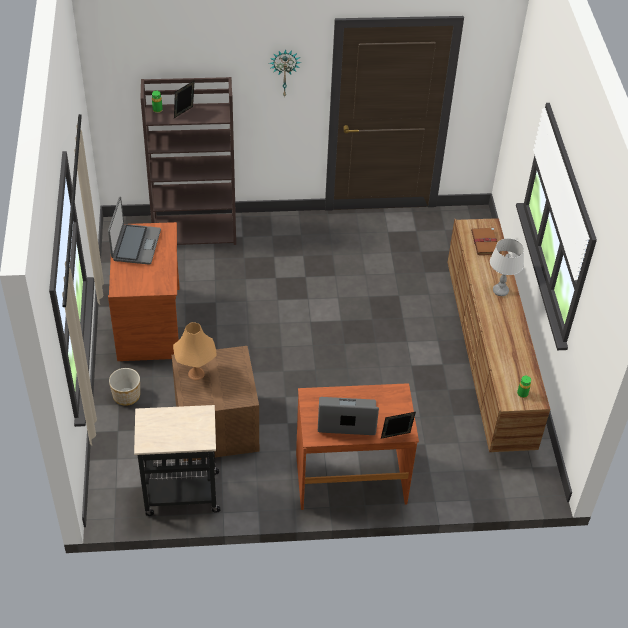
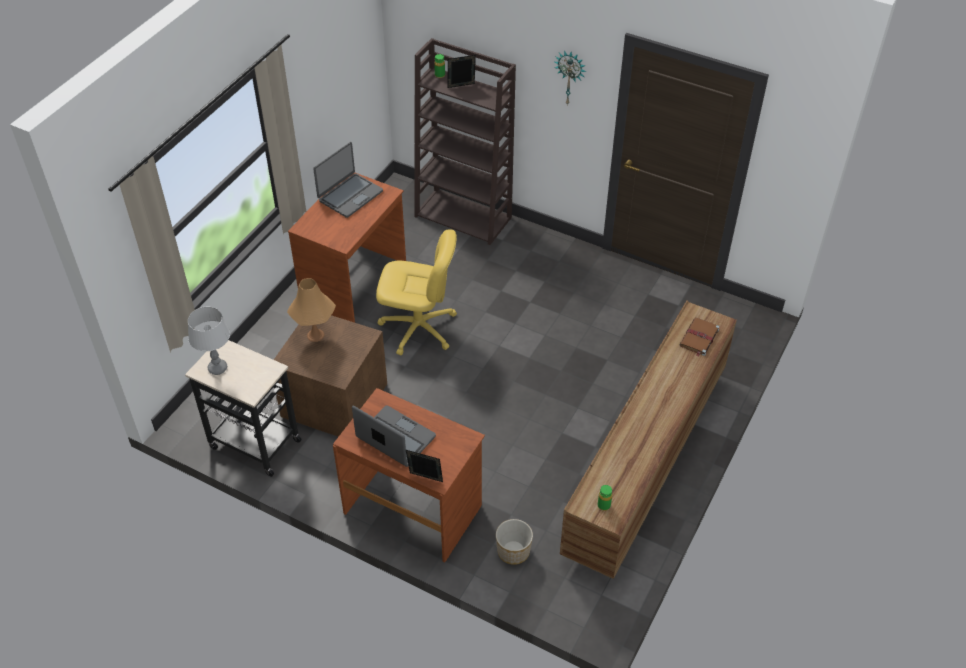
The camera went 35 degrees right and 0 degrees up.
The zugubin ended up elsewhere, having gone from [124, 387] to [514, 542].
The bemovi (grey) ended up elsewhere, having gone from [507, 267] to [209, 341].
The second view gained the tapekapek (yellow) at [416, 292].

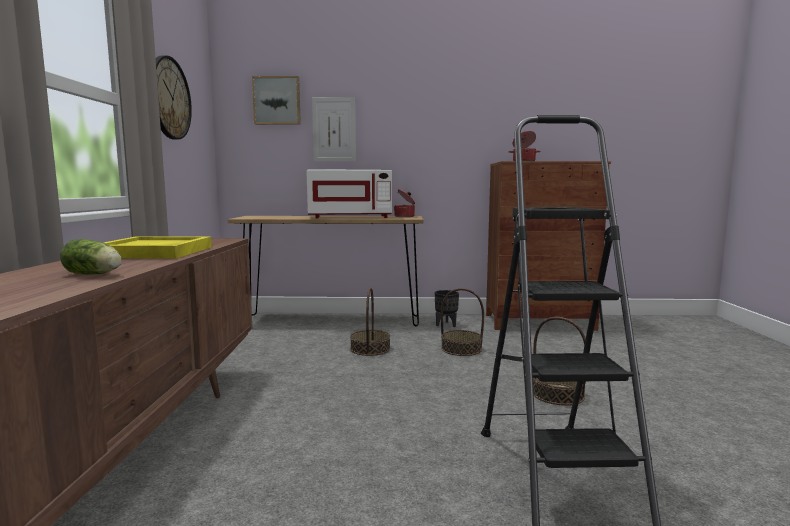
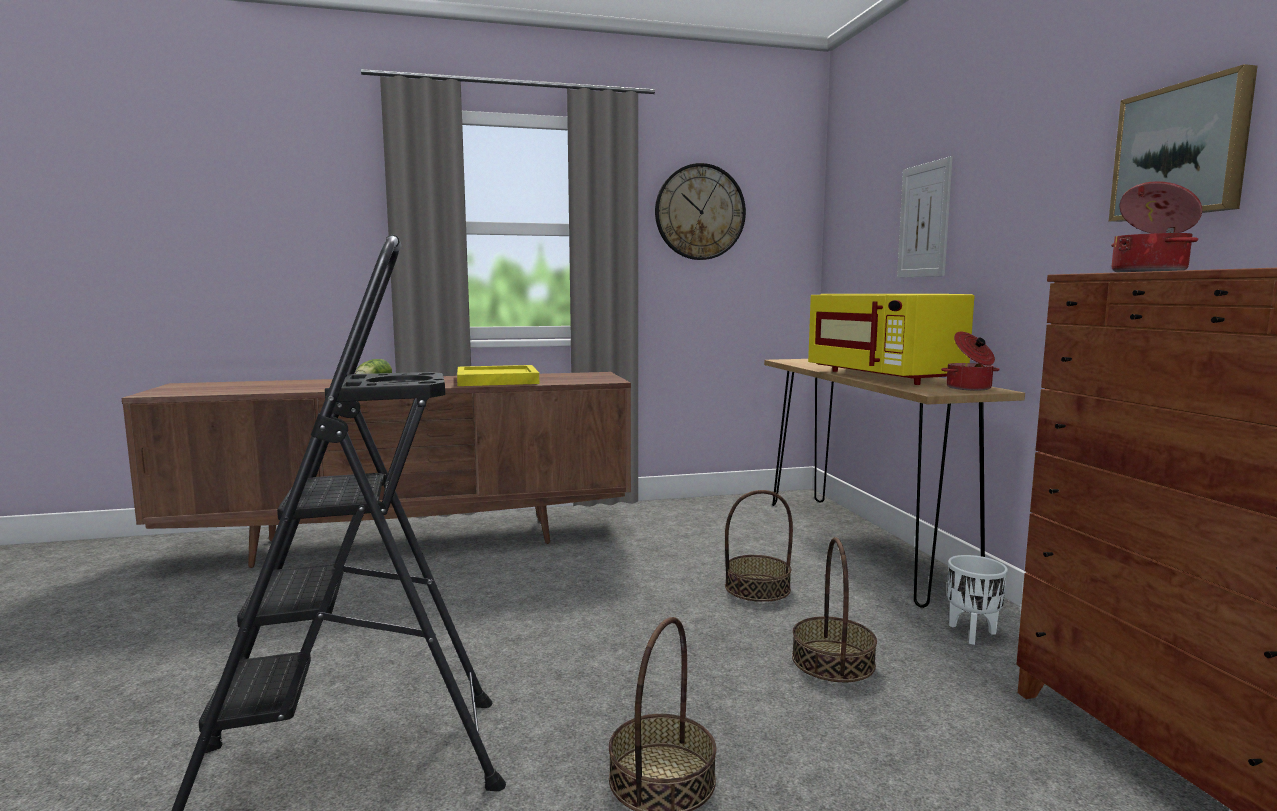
The camera went 75 degrees right and 0 degrees up.
The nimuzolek ended up elsewhere, having gone from [276, 100] to [1183, 143].
What was the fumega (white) at [349, 194] turned into the fumega (yellow) at [891, 339].
What was the zugubin (black) at [447, 308] turned into the zugubin (white) at [977, 600].

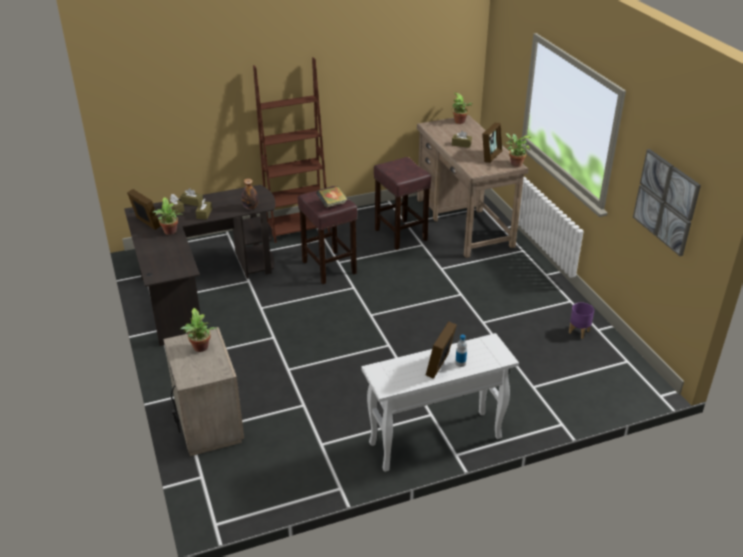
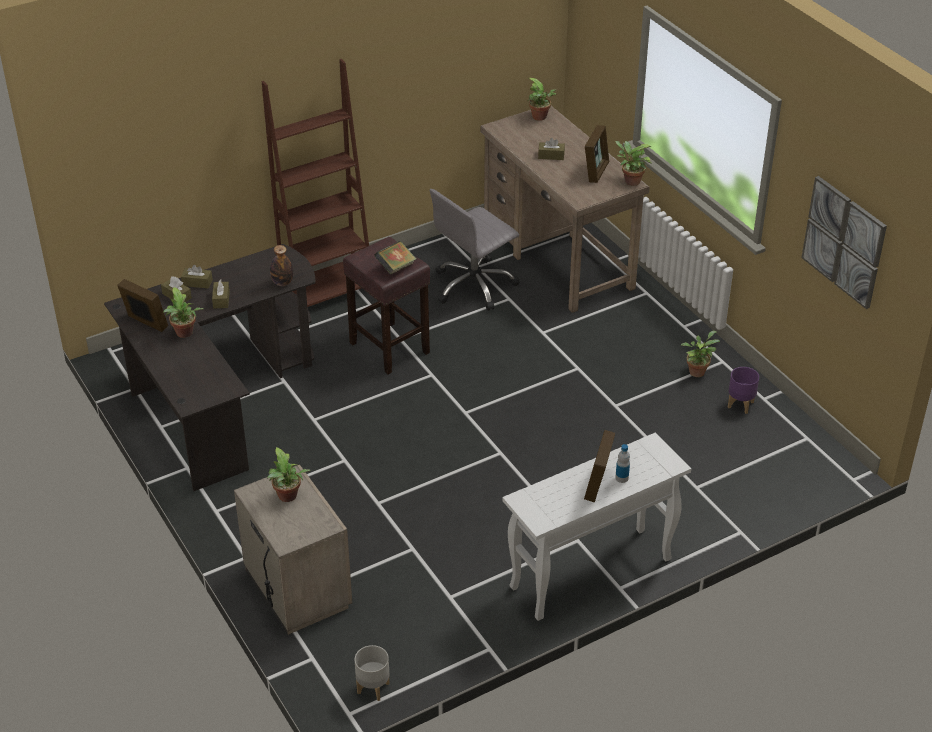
The camera went 10 degrees left and 5 degrees up.
Where the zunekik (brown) stood at [402, 203], the tapekapek (grey) came to stand at [475, 250].
The second view gained the zugubin (grey) at [372, 673].
The second view gained the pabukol at [700, 354].

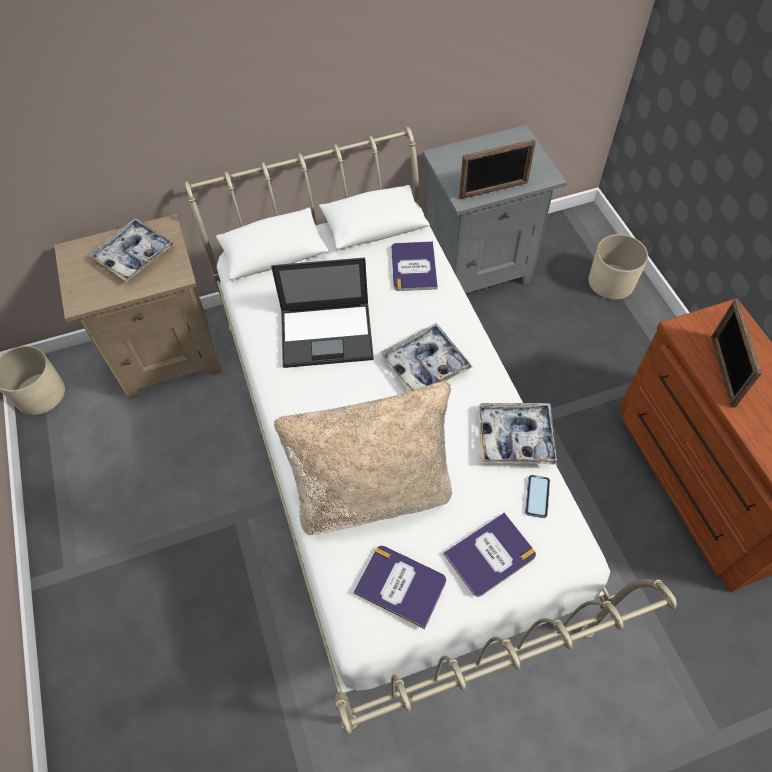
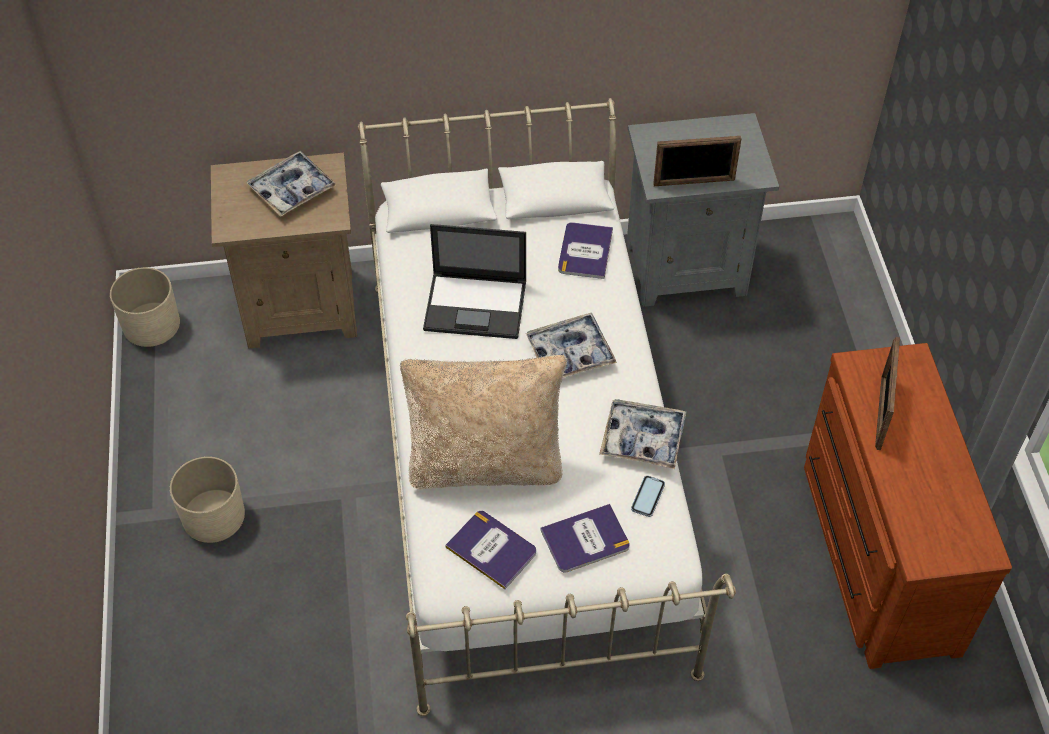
The camera went 10 degrees right and 5 degrees down.
The zugubin (beige) ended up elsewhere, having gone from [618, 267] to [207, 499].

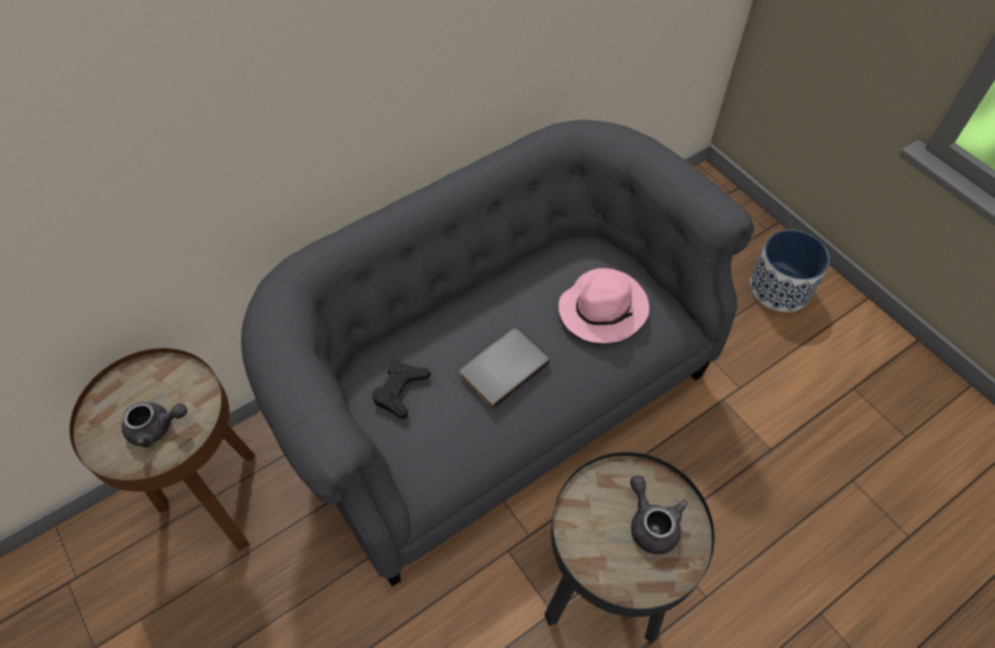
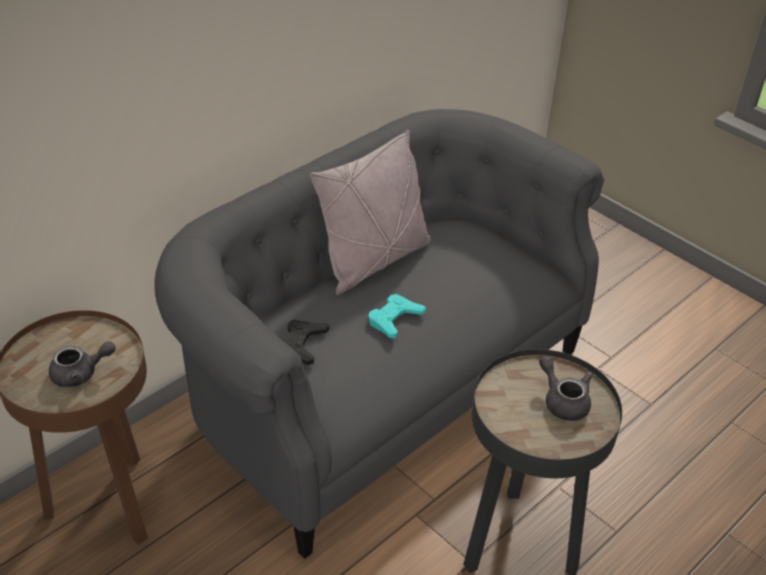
The camera went 10 degrees left and 15 degrees down.
Where the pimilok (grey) stood at [504, 368], the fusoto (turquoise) came to stand at [397, 316].
The second view lost the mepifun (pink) at [604, 305].
The second view lost the zugubin at [790, 271].
The second view gained the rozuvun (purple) at [370, 212].

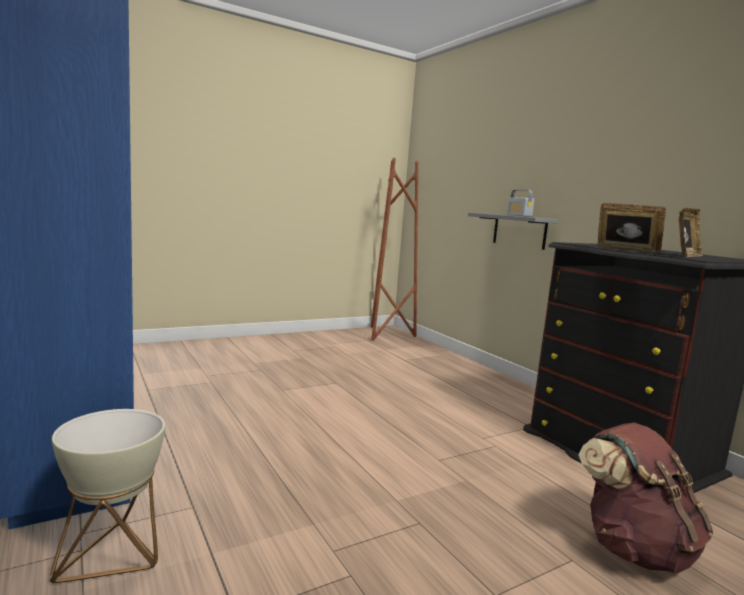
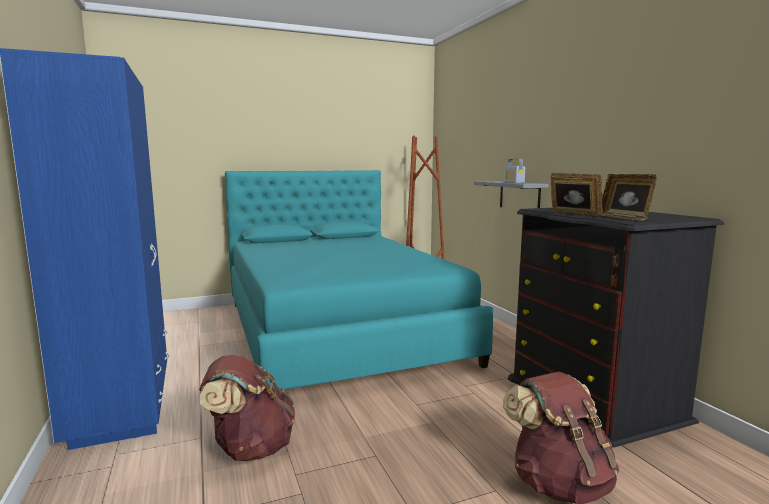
The camera went 10 degrees right and 0 degrees up.
The second view lost the zugubin at [107, 496].
The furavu at [690, 232] ended up facing another way, 105 degrees clockwise from before.
The second view gained the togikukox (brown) at [247, 408].
The second view gained the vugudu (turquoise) at [359, 280].

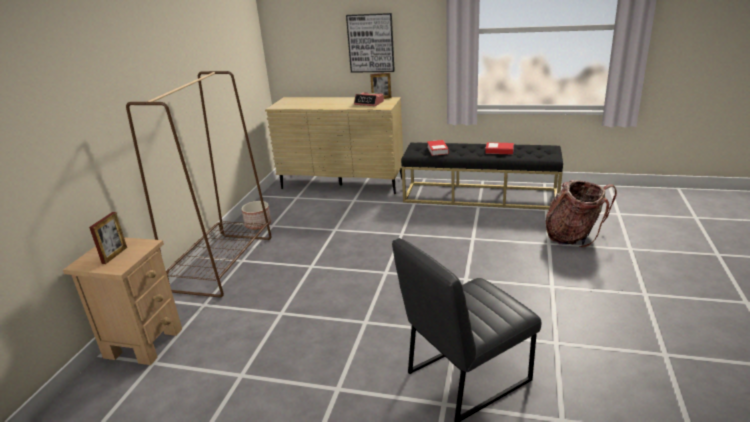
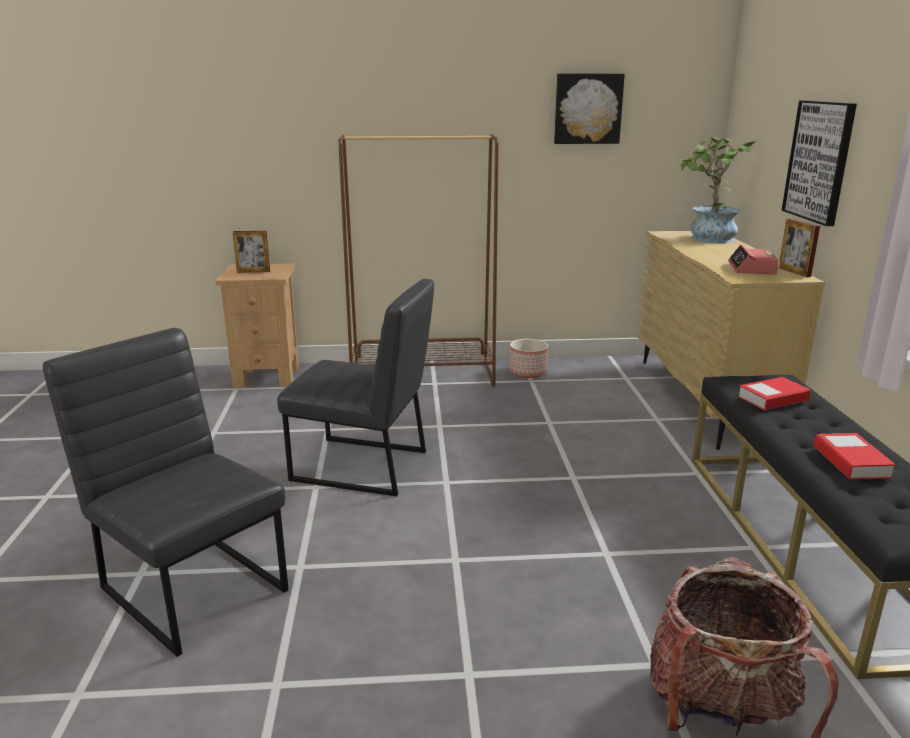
The camera went 70 degrees right and 5 degrees down.
The second view gained the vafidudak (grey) at [355, 387].
The second view gained the nimuzolek at [589, 109].
The second view gained the pabukol at [719, 190].

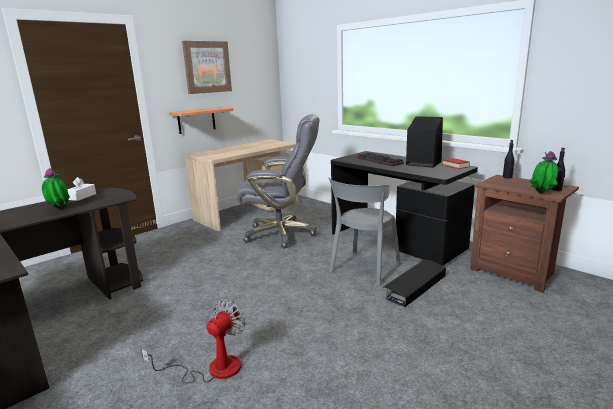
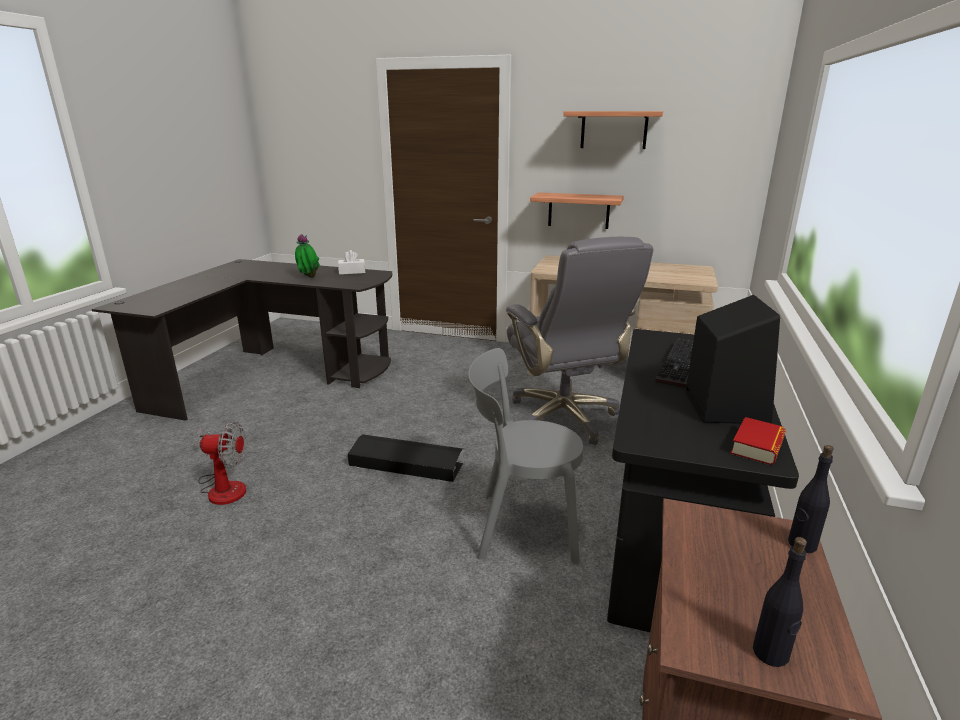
The camera went 60 degrees right and 5 degrees up.
Where the nimuzolek hung at [207, 67], the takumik came to hang at [613, 130].
The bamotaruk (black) ended up elsewhere, having gone from [414, 283] to [406, 458].
The second view lost the pabukol at [544, 172].

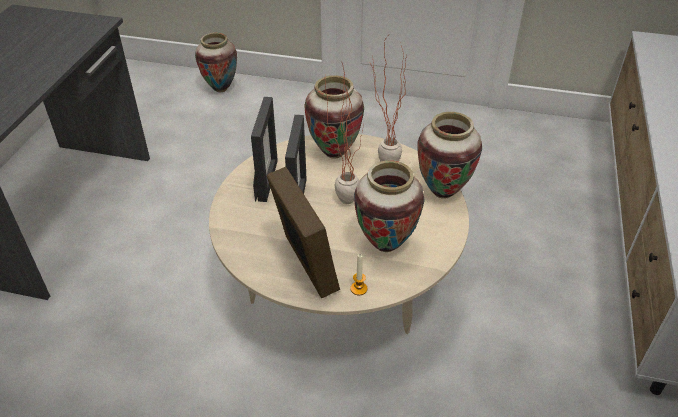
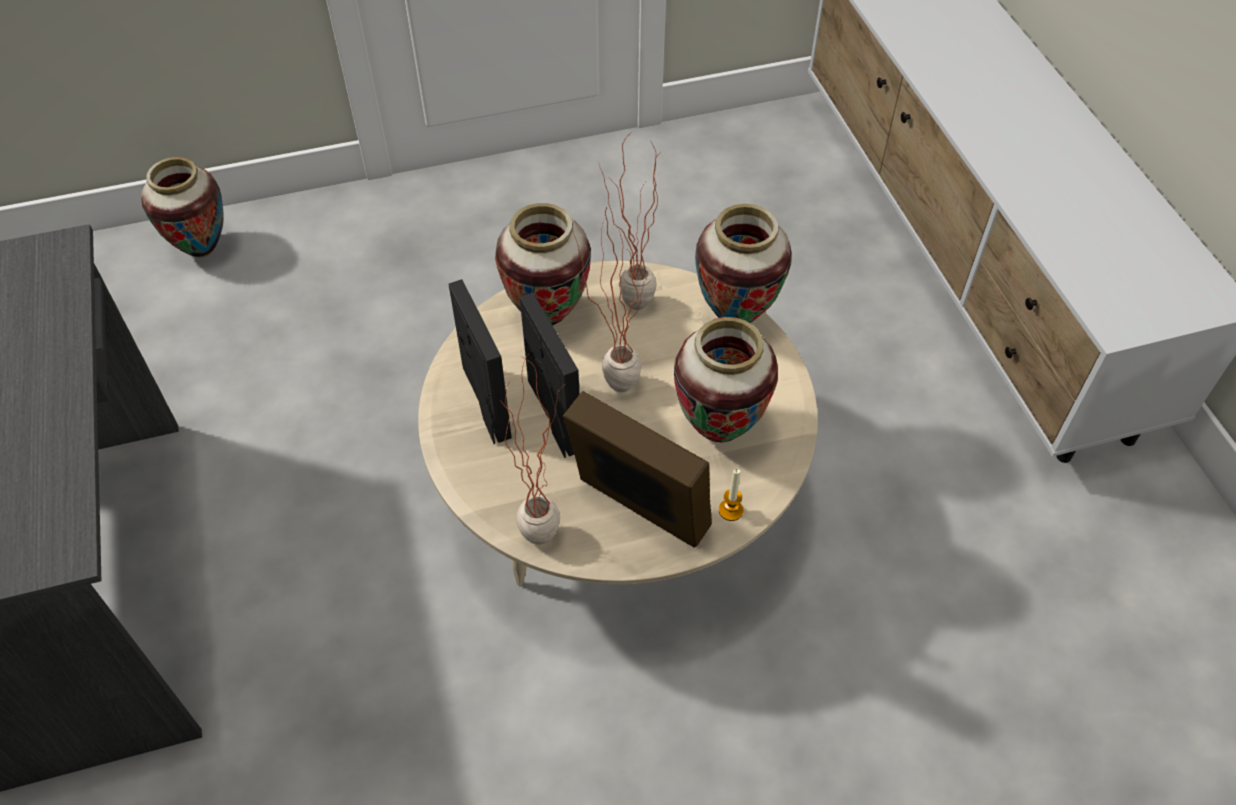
The camera went 30 degrees left and 10 degrees up.
The second view gained the pabukol at [532, 450].

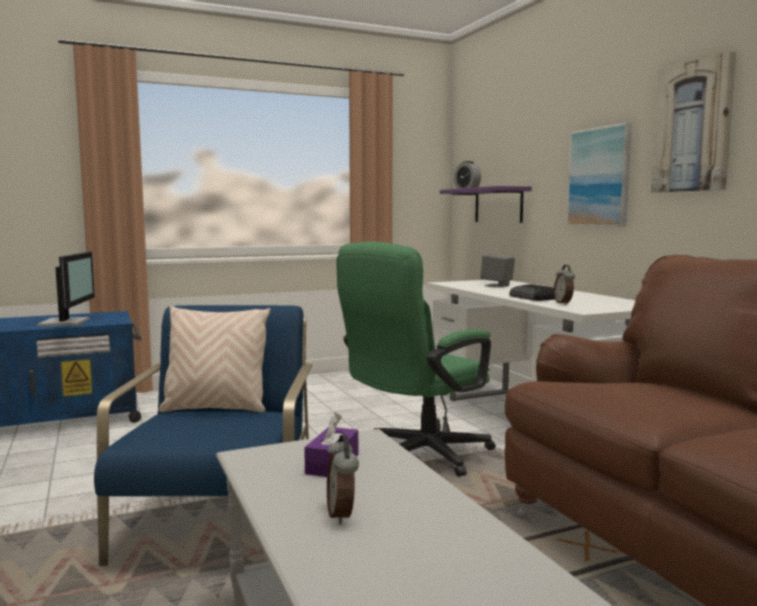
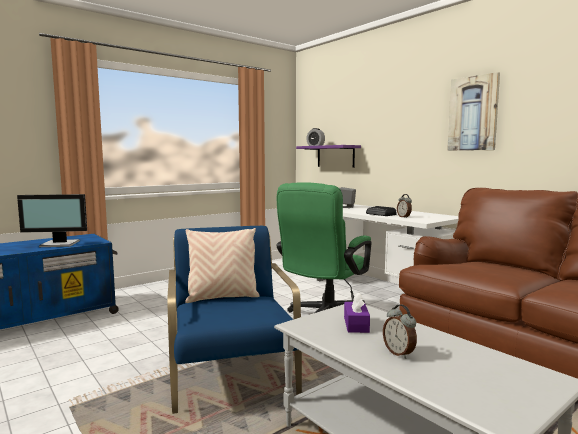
The camera went 15 degrees left and 0 degrees up.
The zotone at [66, 289] ended up facing another way, 105 degrees clockwise from before.
The second view lost the nimuzolek at [599, 175].

